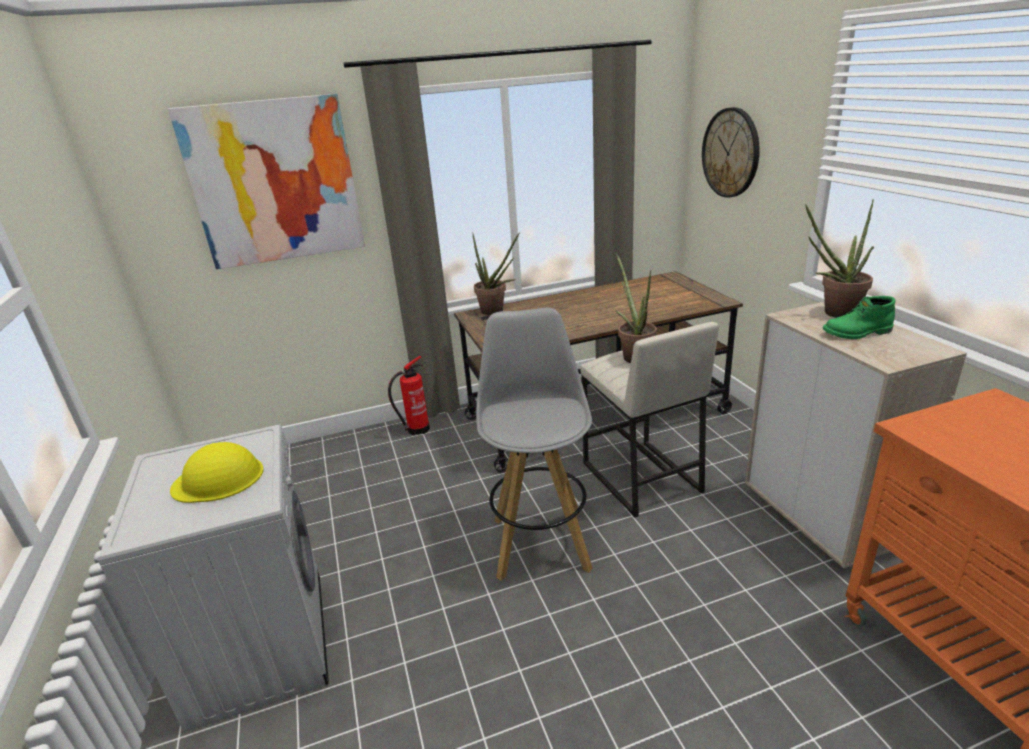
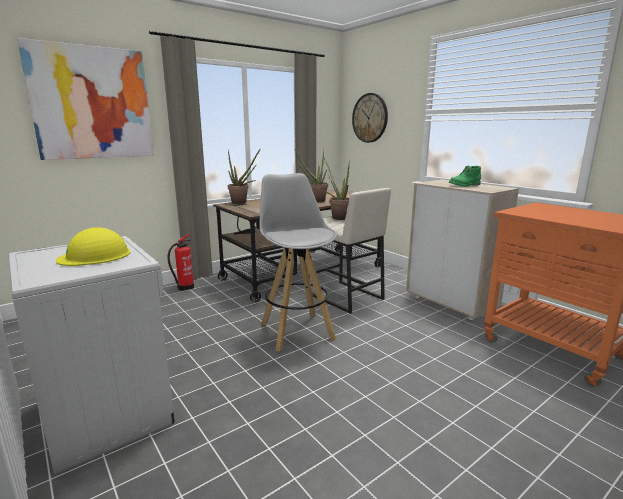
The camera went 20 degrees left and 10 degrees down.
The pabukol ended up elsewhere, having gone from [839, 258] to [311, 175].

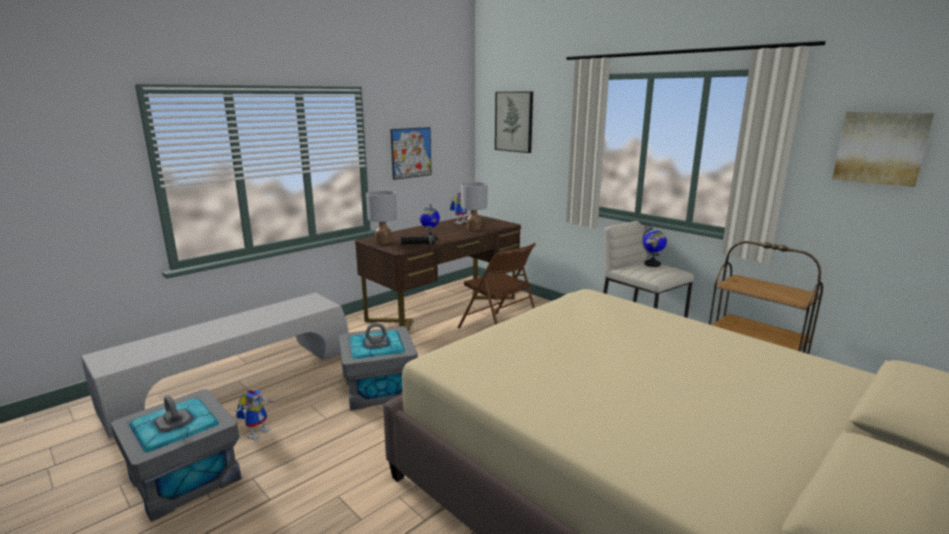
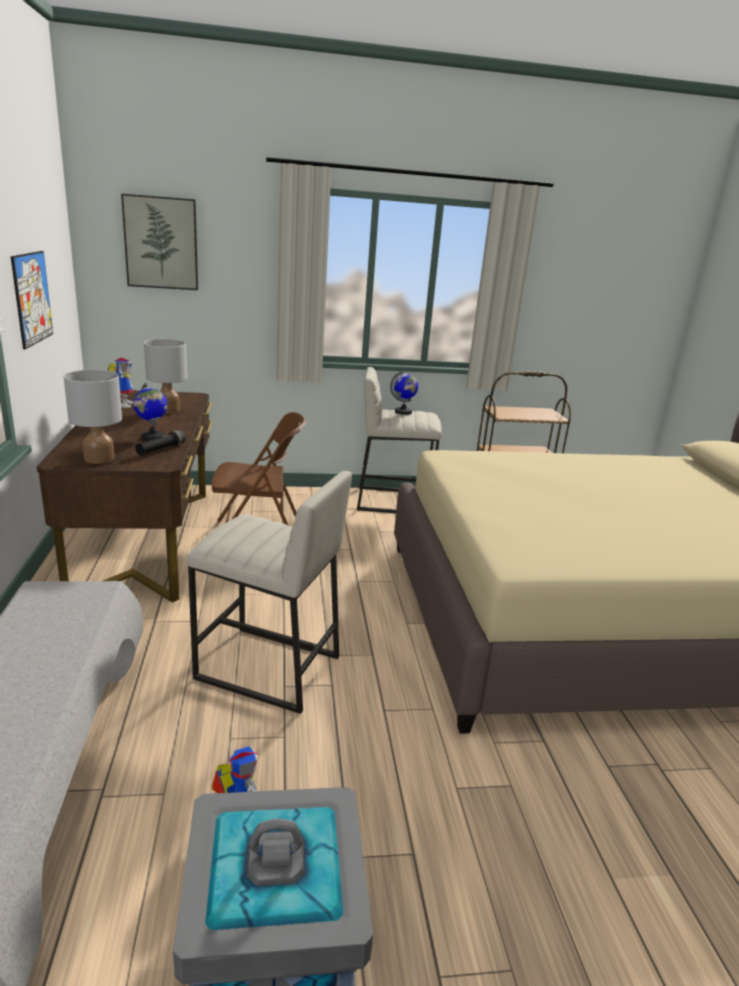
The camera went 55 degrees left and 5 degrees up.
Where the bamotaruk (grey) stood at [378, 367], the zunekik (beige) came to stand at [269, 592].
The second view lost the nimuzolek at [883, 149].

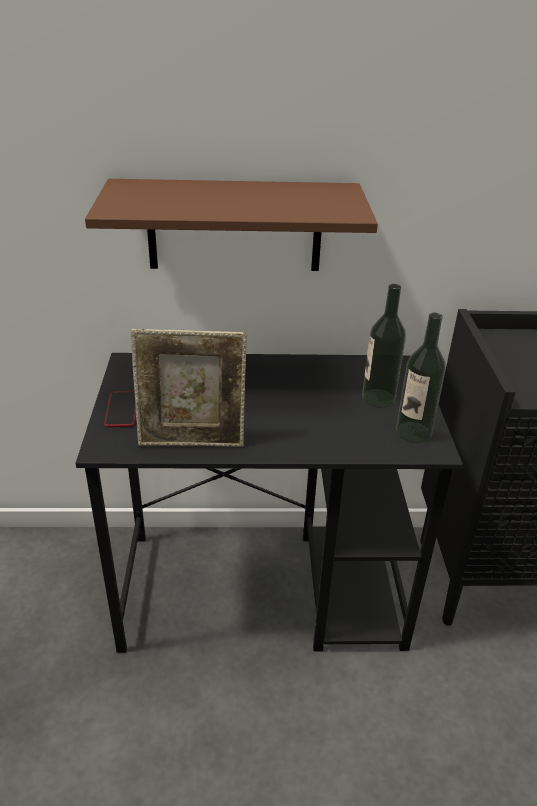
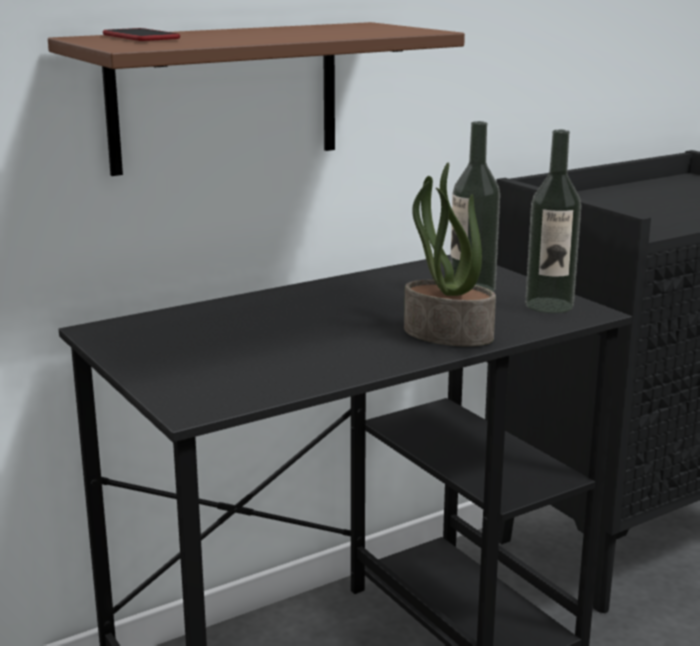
The camera went 30 degrees left and 15 degrees down.
The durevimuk ended up elsewhere, having gone from [120, 409] to [141, 34].
The second view lost the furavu at [189, 388].
The second view gained the pabukol at [450, 254].

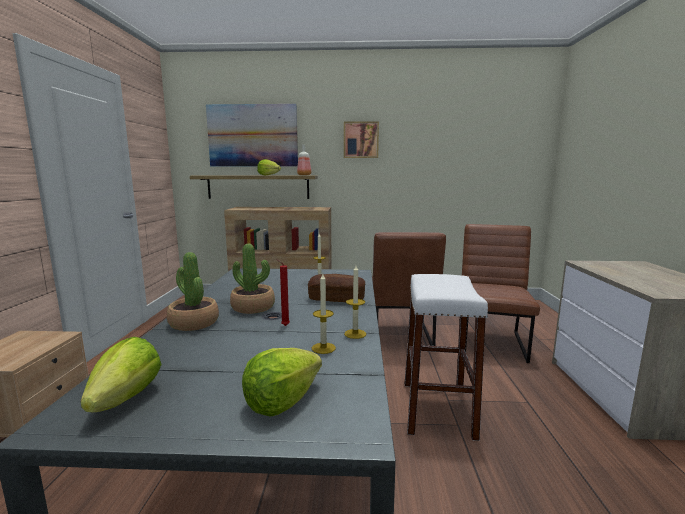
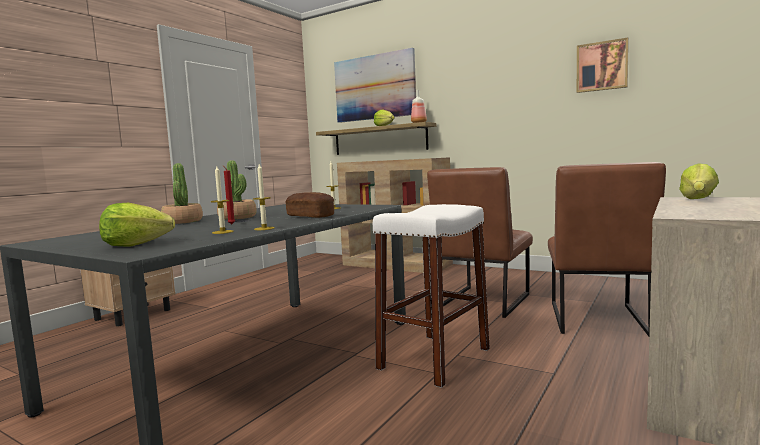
The camera went 30 degrees right and 5 degrees down.
The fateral ended up elsewhere, having gone from [121, 374] to [699, 181].
The nimuzolek ended up elsewhere, having gone from [361, 139] to [603, 65].
The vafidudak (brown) at [501, 293] ended up facing another way, 150 degrees clockwise from before.

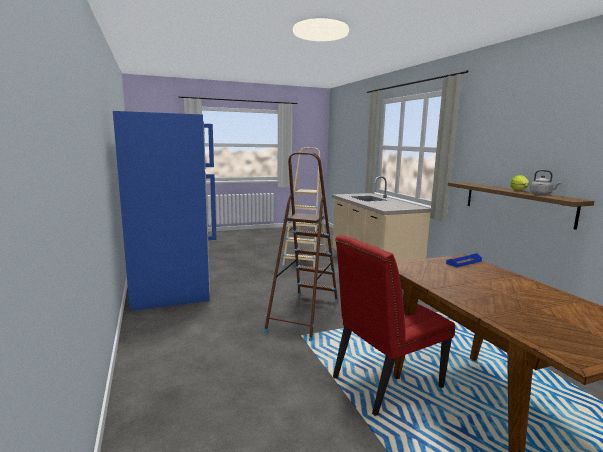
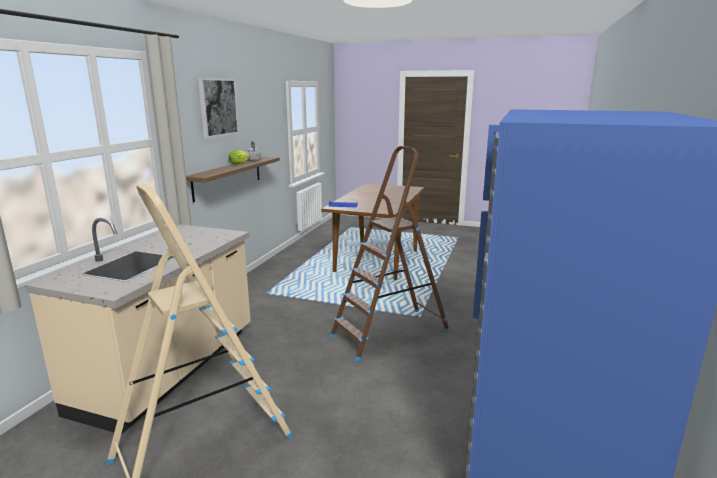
The camera went 140 degrees left and 5 degrees up.
The second view lost the vafidudak (red) at [394, 325].
The second view gained the nimuzolek at [218, 108].

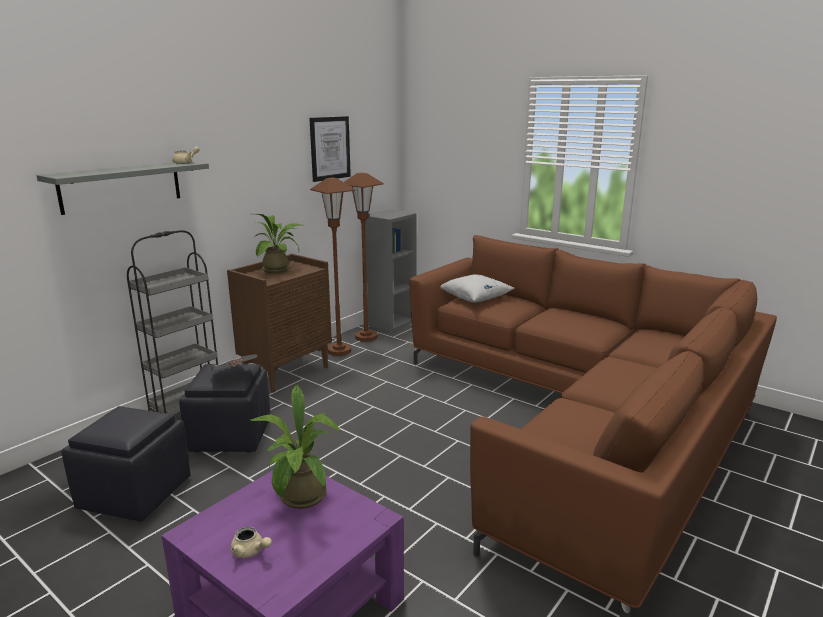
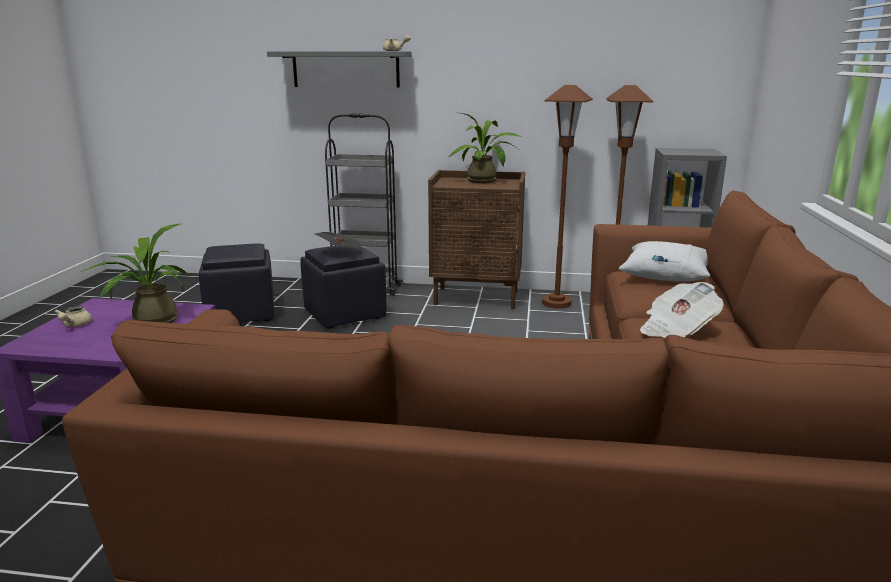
The camera went 60 degrees right and 0 degrees up.
The second view lost the nimuzolek at [330, 149].
The second view gained the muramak at [682, 310].

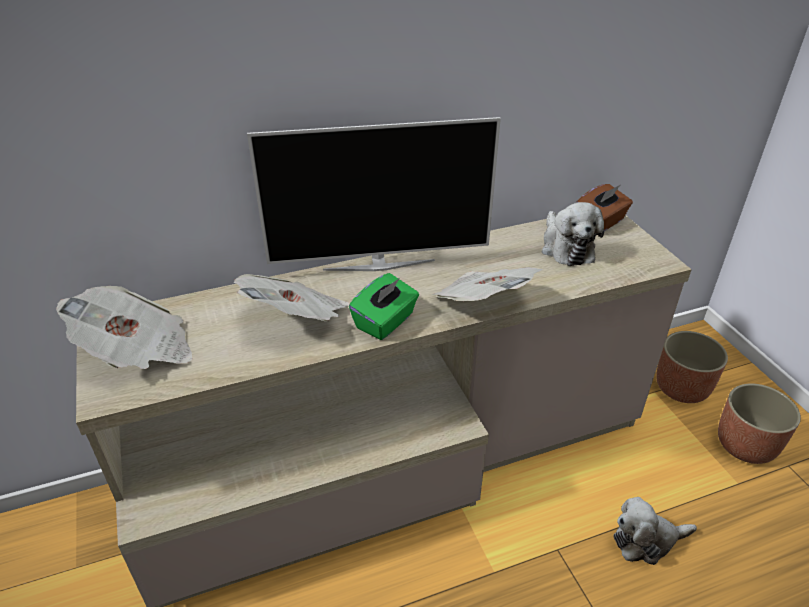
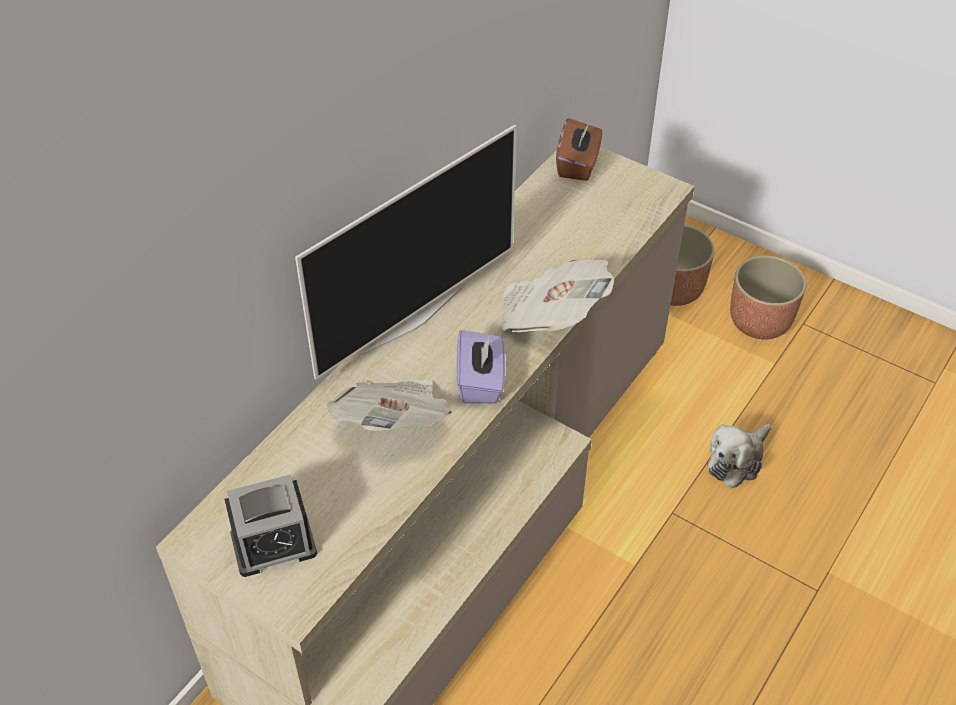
The camera went 35 degrees left and 10 degrees up.
Where the muramak stood at [124, 327], the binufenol came to stand at [270, 525].
What was the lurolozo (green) at [384, 306] turned into the lurolozo (purple) at [481, 366].
The second view lost the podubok at [573, 234].

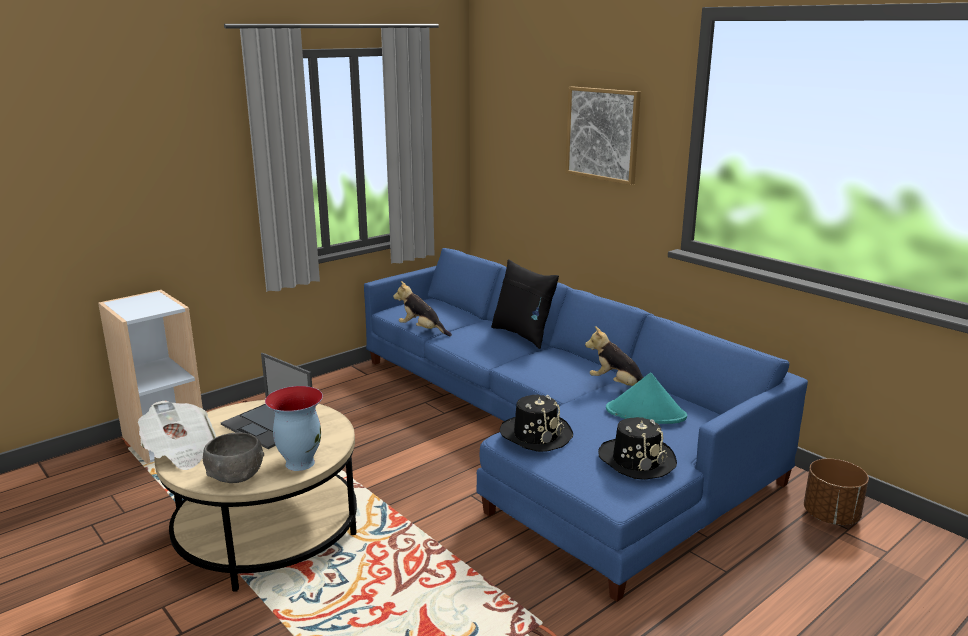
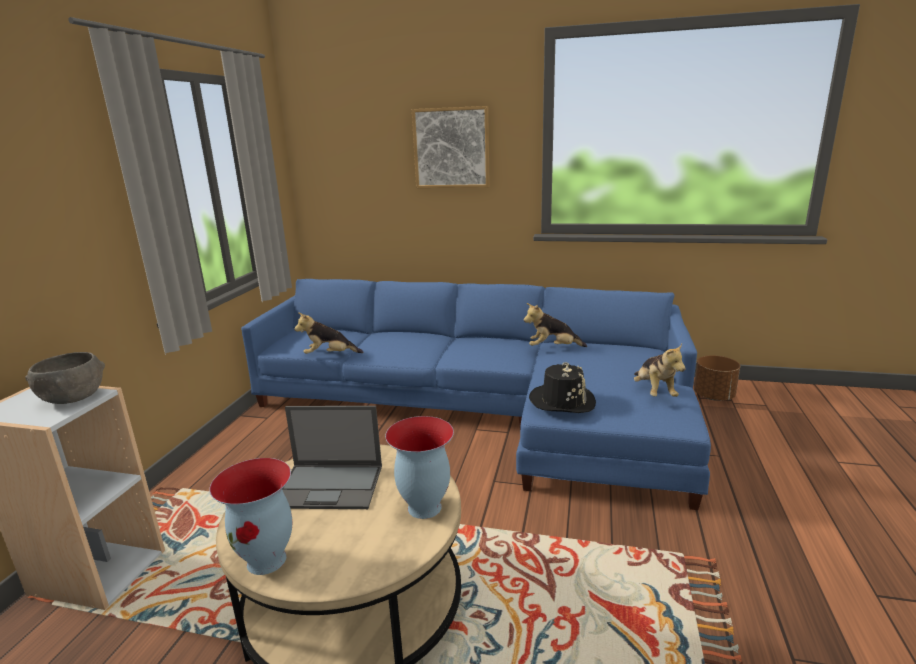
The camera went 35 degrees left and 0 degrees up.
Where the muramak stood at [177, 435], the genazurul came to stand at [250, 516].
The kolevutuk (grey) ended up elsewhere, having gone from [233, 457] to [65, 378].
The second view lost the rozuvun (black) at [525, 304].
Where the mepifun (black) stood at [637, 448], the podubok came to stand at [660, 370].
The second view lost the mepifun (turquoise) at [646, 398].

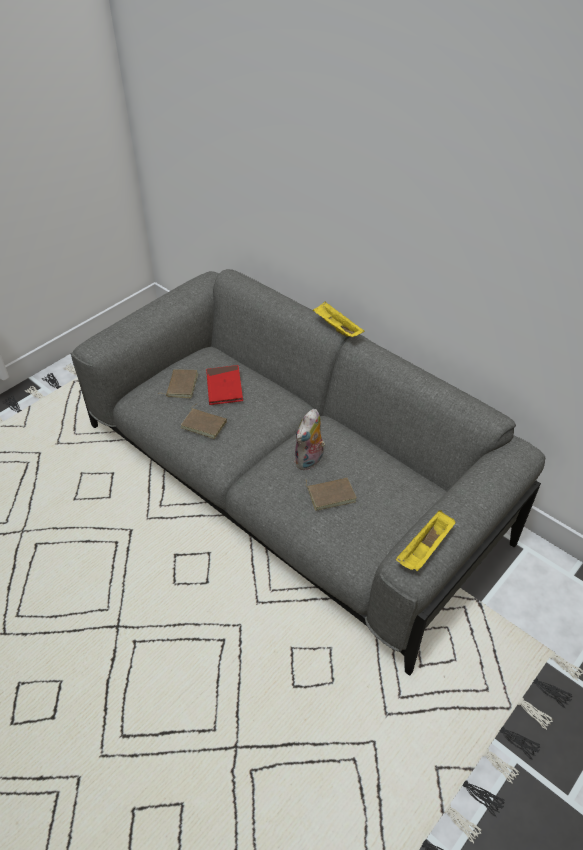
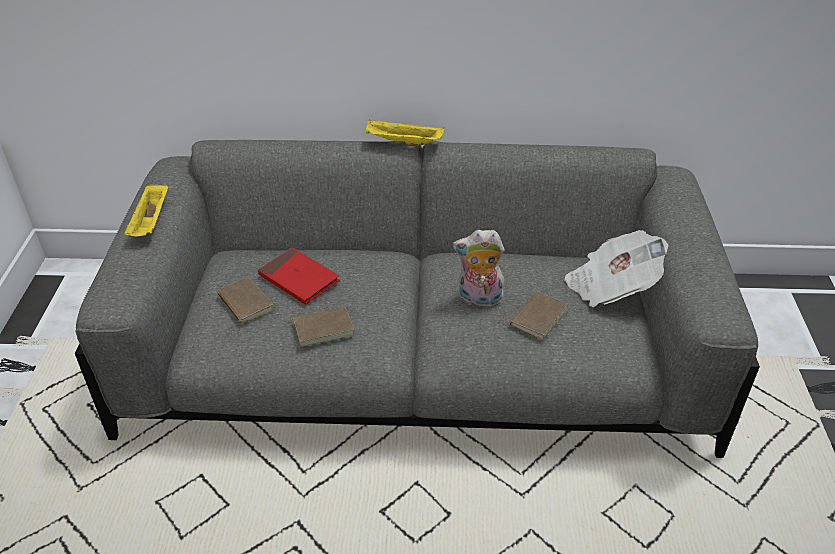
The camera went 40 degrees left and 5 degrees down.
The podubok at [309, 440] ended up facing another way, 105 degrees clockwise from before.
The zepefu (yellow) ended up elsewhere, having gone from [426, 541] to [146, 209].
The second view gained the muramak at [616, 268].

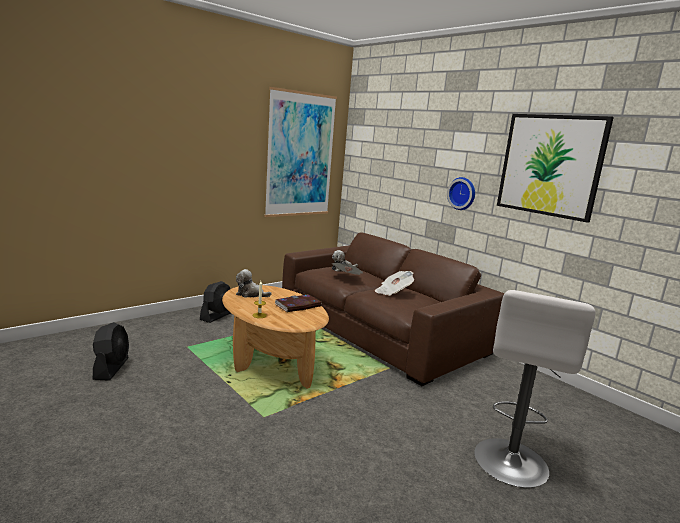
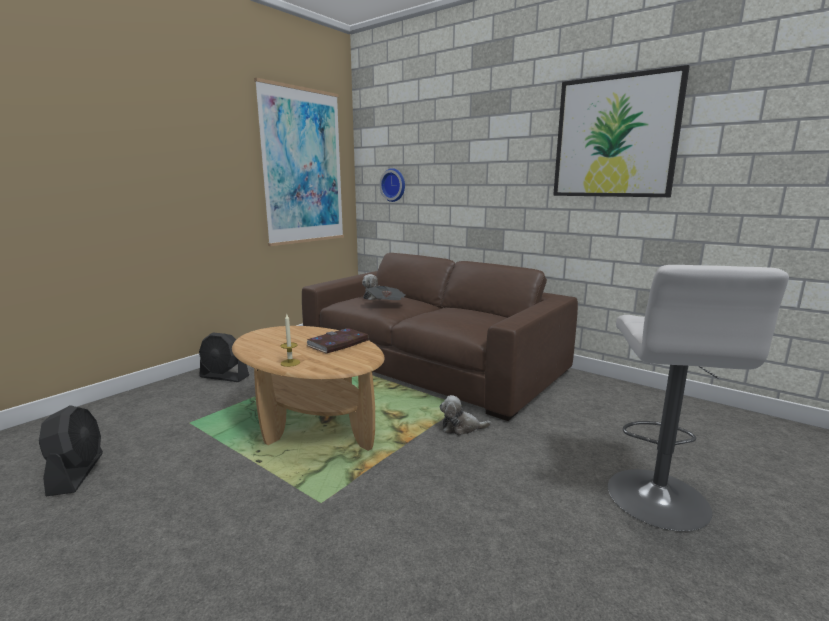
The camera went 10 degrees left and 0 degrees up.
The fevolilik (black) at [215, 302] ended up facing another way, 90 degrees clockwise from before.
The podubok ended up elsewhere, having gone from [253, 283] to [465, 415].
The second view lost the muramak at [394, 283].
The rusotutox ended up elsewhere, having gone from [461, 193] to [392, 185].

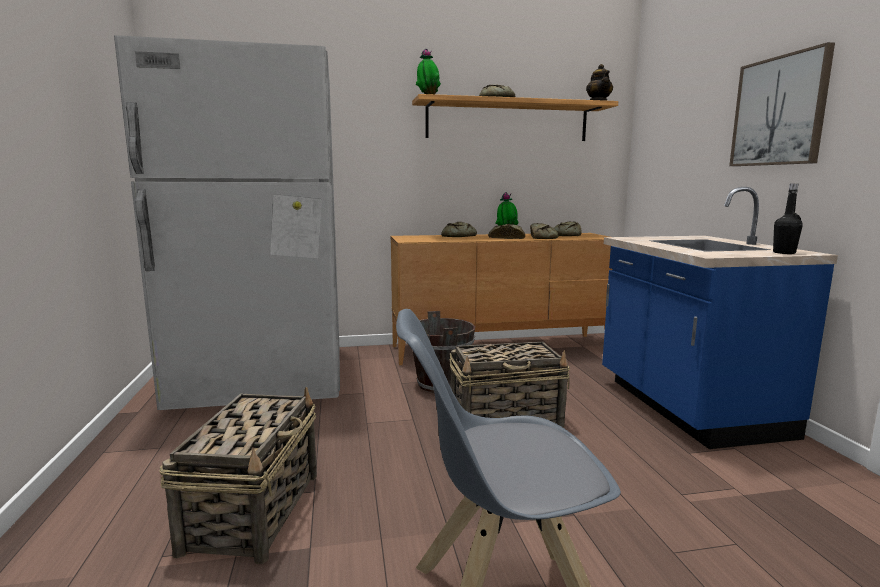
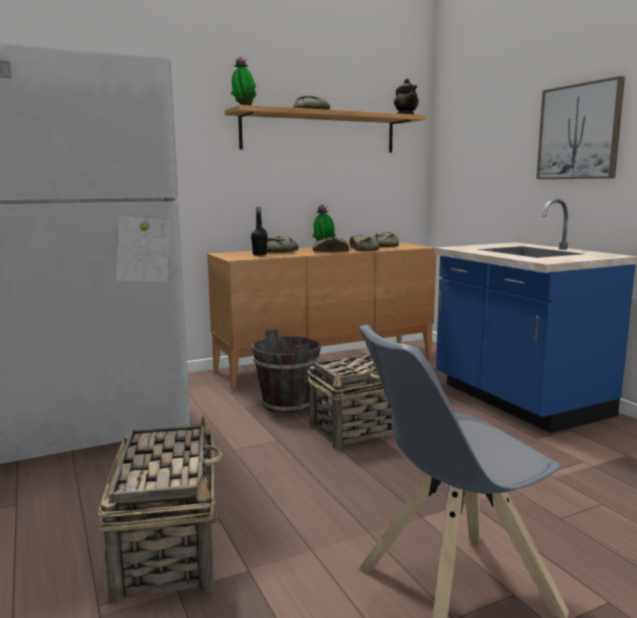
The camera went 15 degrees left and 0 degrees up.
The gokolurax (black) ended up elsewhere, having gone from [788, 218] to [259, 231].

